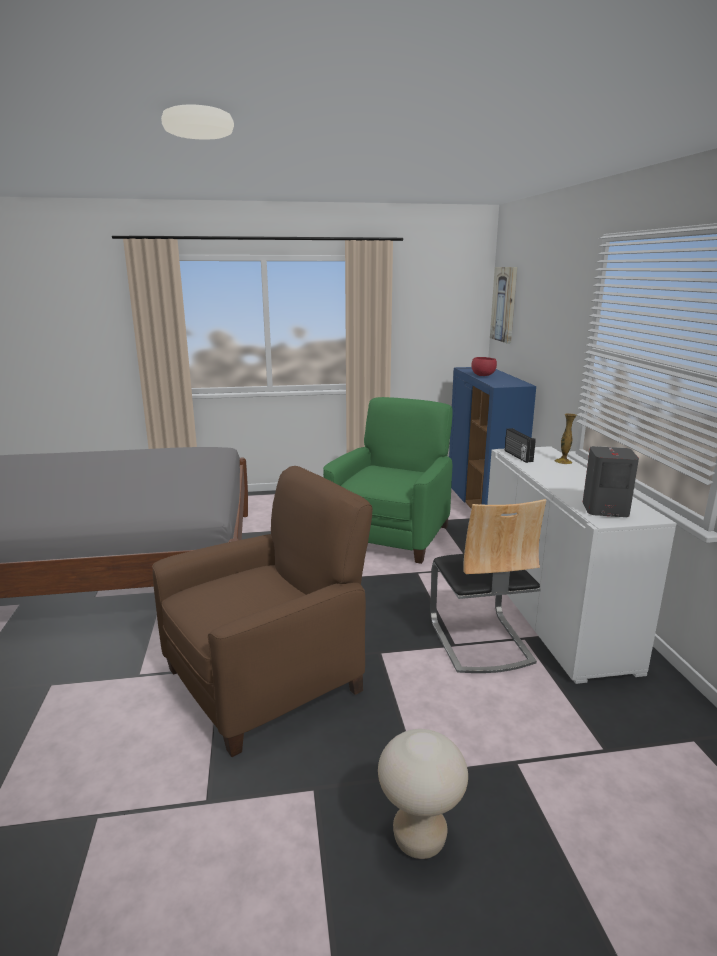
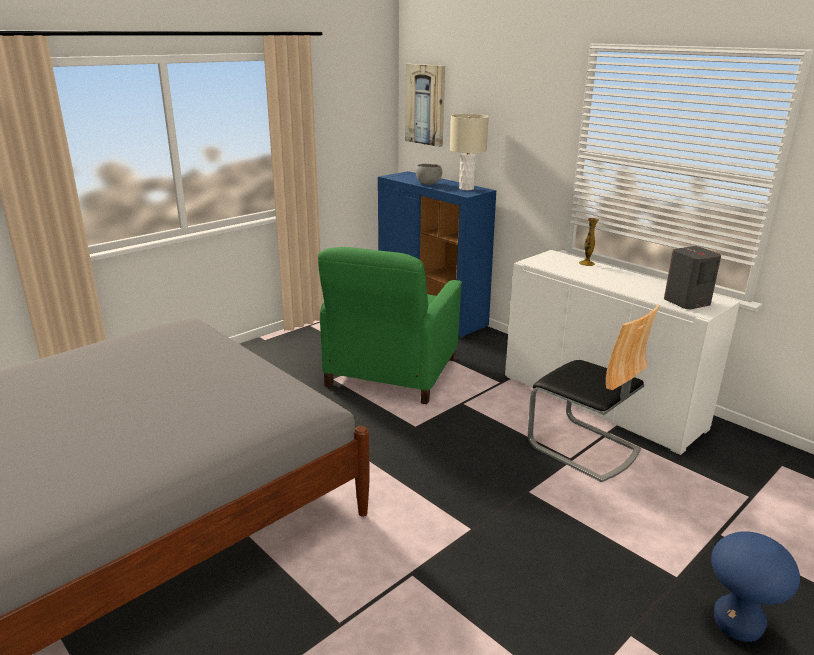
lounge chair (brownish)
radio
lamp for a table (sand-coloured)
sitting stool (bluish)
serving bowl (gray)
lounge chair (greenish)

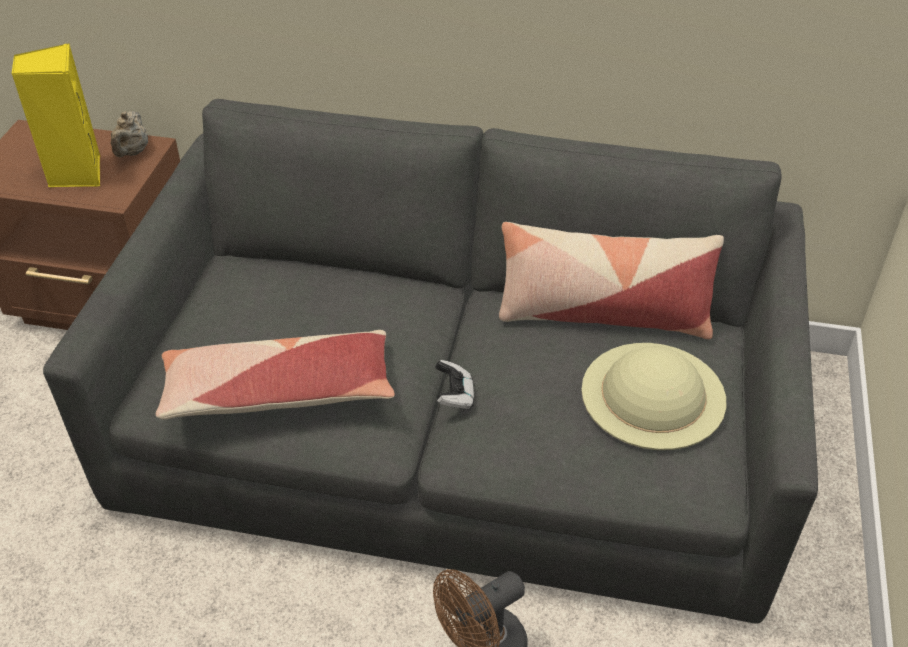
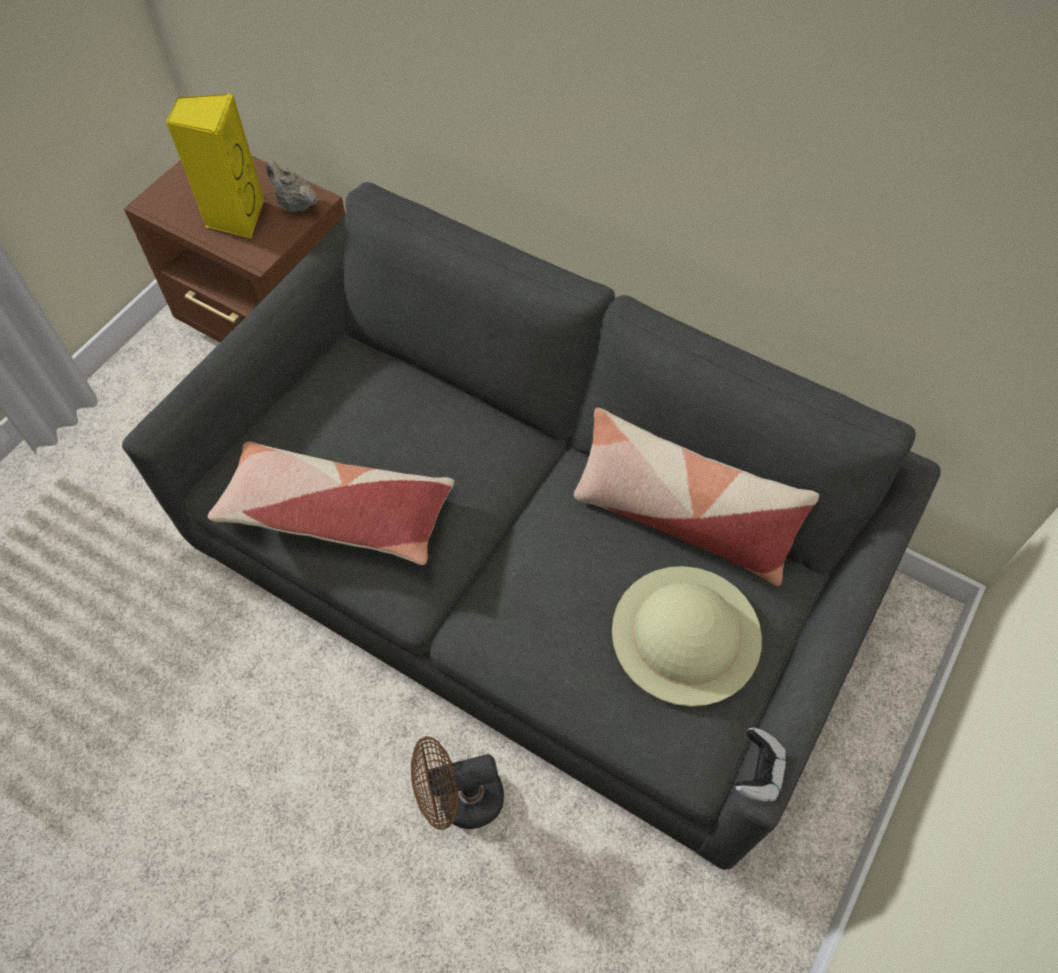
gamepad
tea pot (sand-coloured)

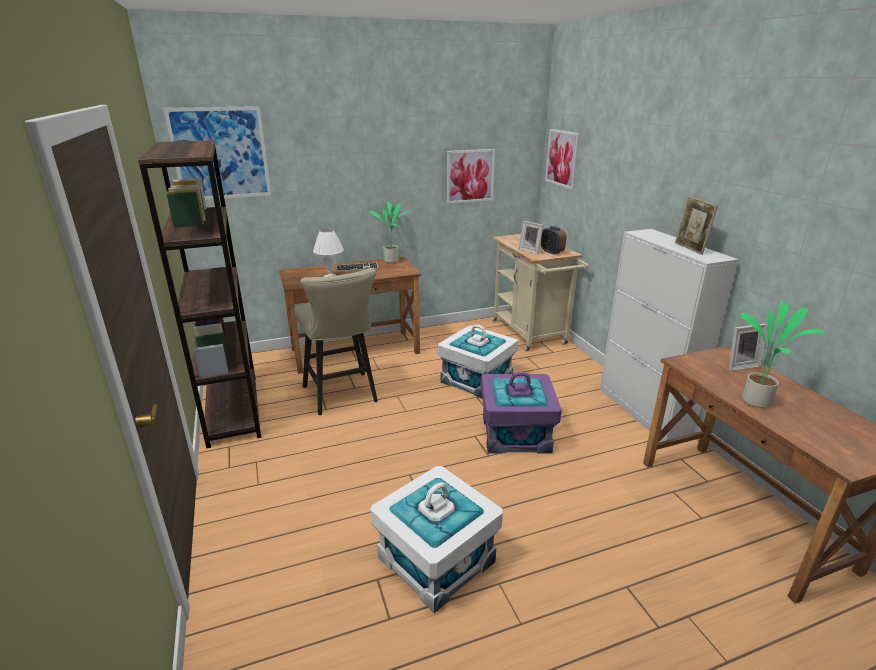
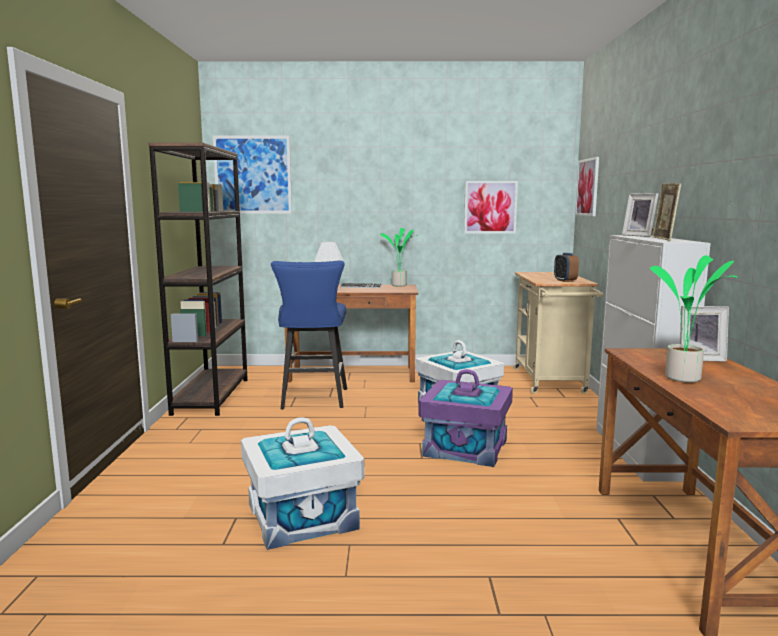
standing frame (no. 1 from left)
sitting stool (bluish)

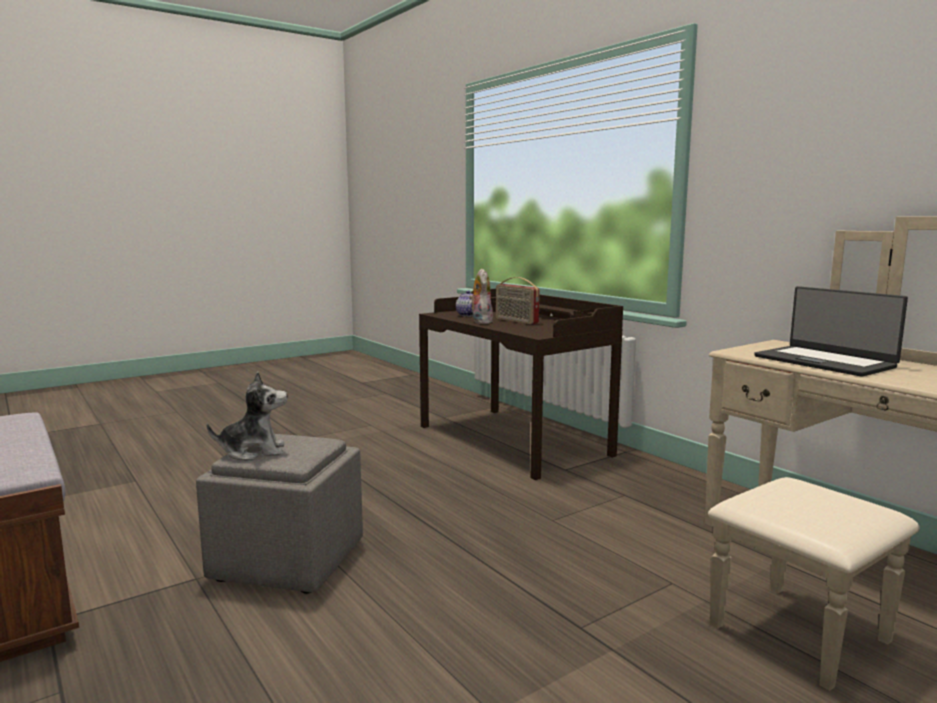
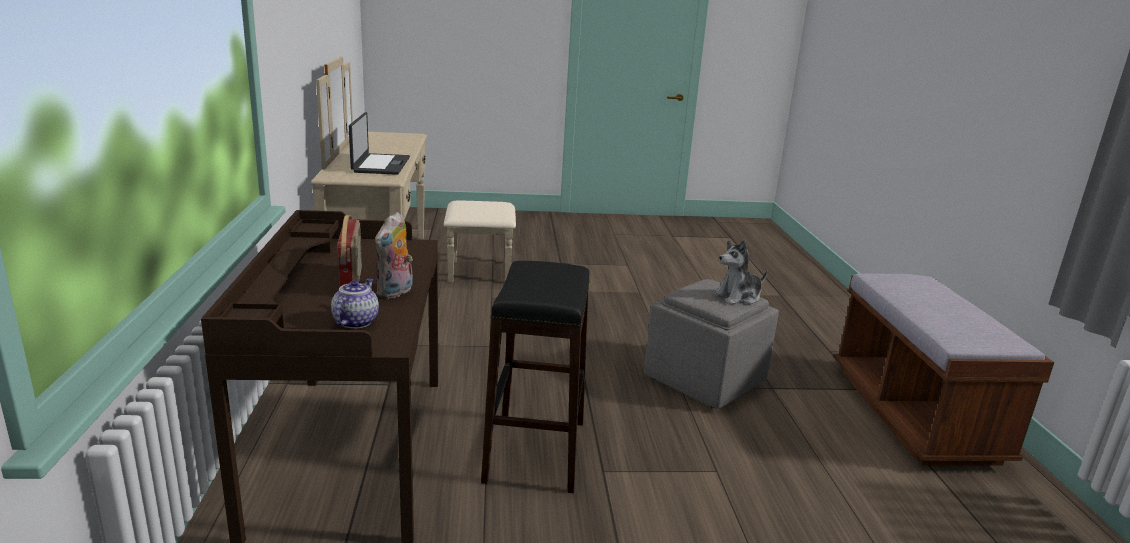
sitting stool (blackish)
cuddly toy (no. 2 from left)

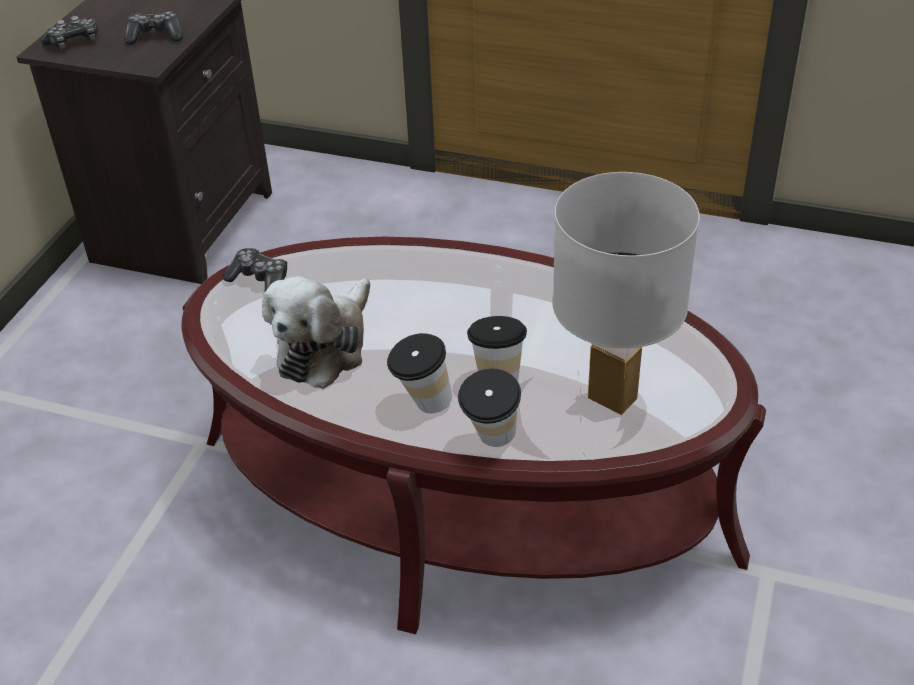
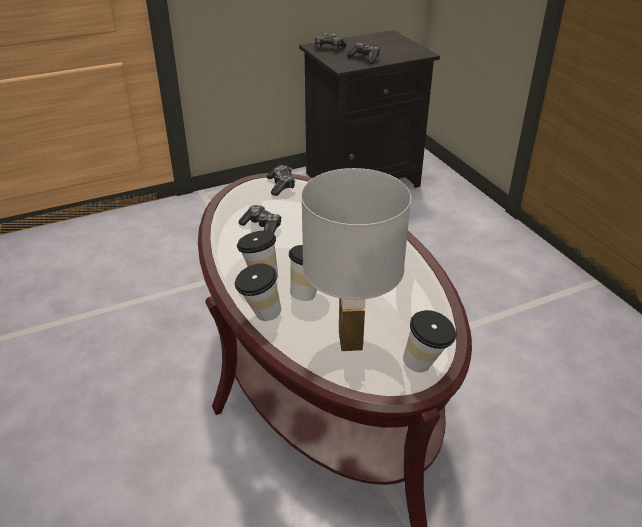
cup (no. 4 from left)
gamepad (no. 1 from left)

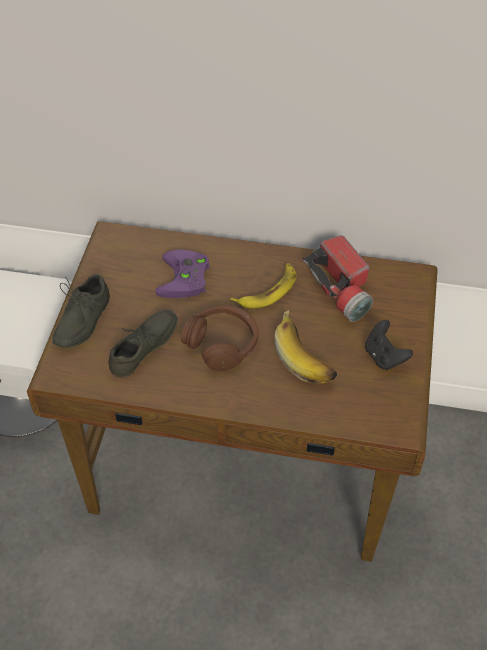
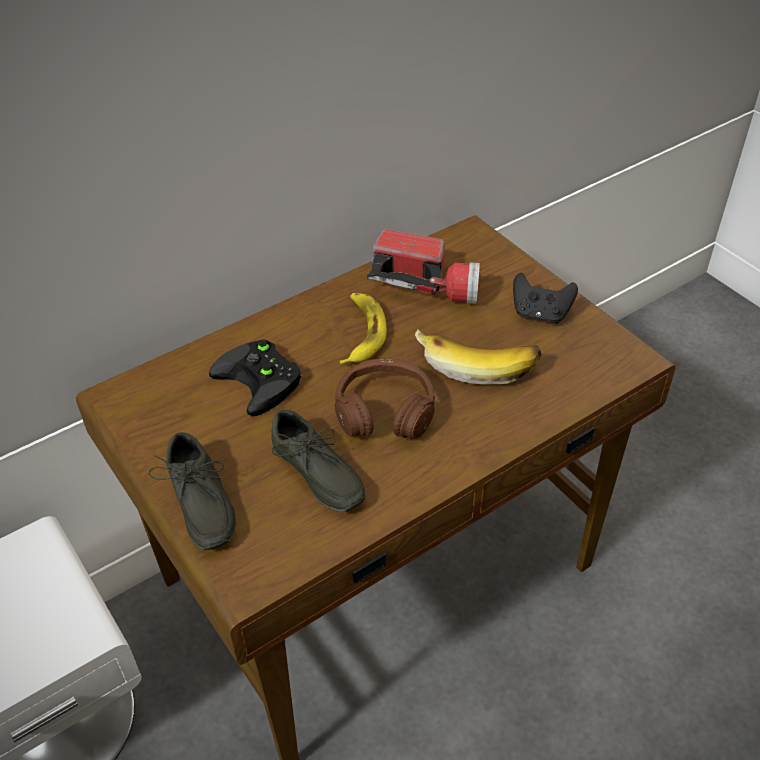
gamepad (blackish) (no. 1 from left)
item of footwear (gray) (no. 2 from left)

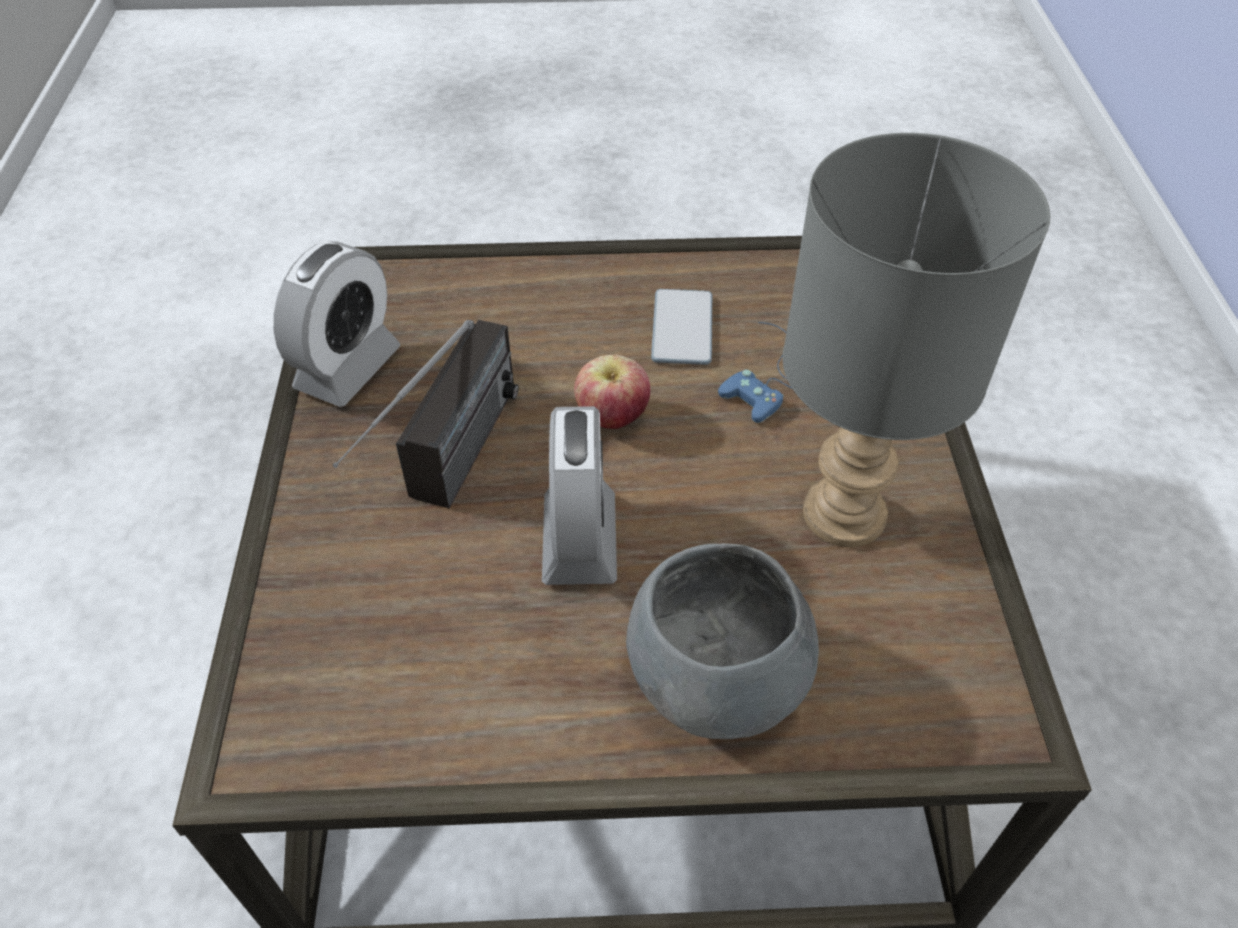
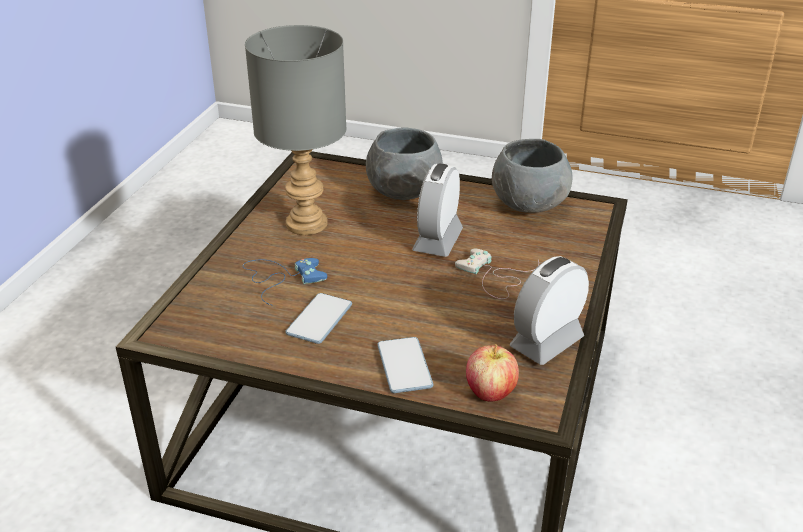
handset (no. 2 from left)
serving bowl (gray) (no. 2 from left)
apple fruit
gamepad (white)

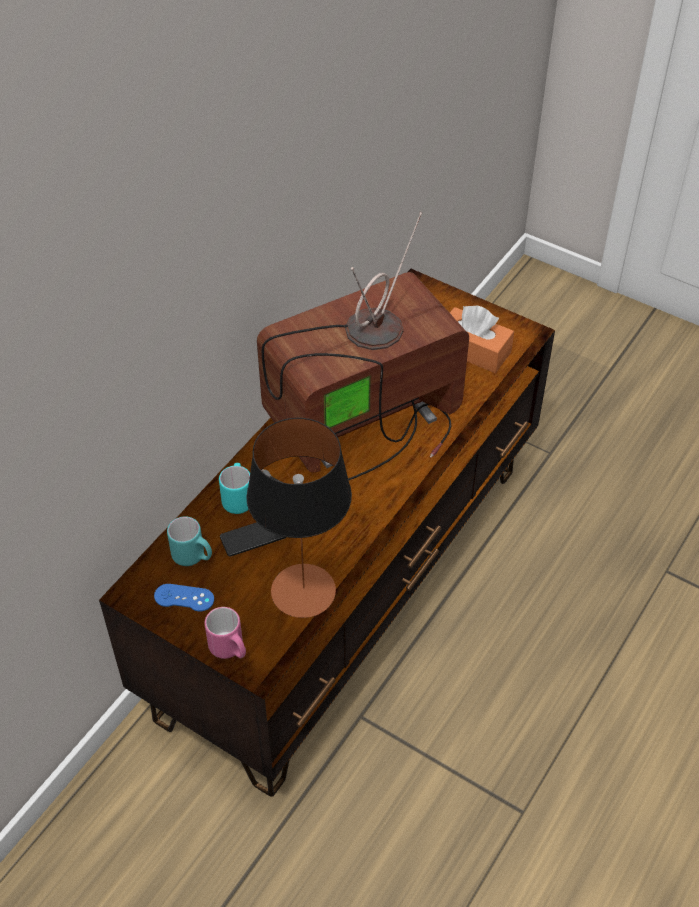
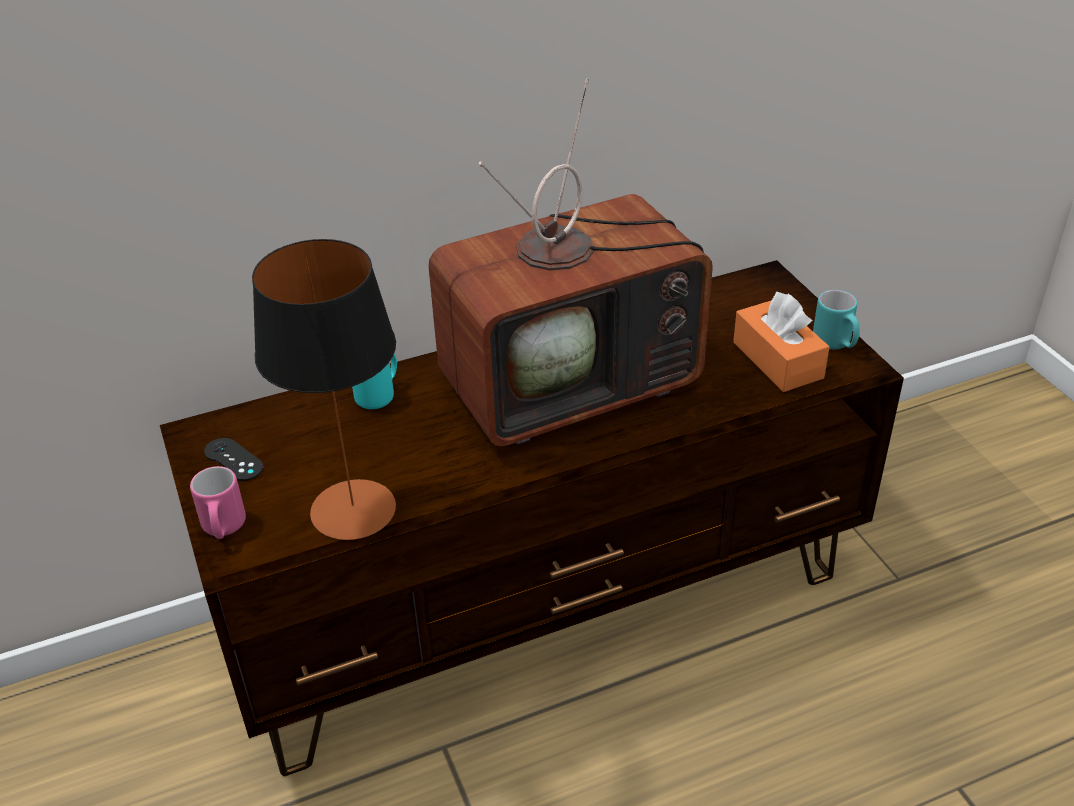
handset
tea mug (turquoise-coloured) (no. 2 from left)
gamepad (blackish)
TV set

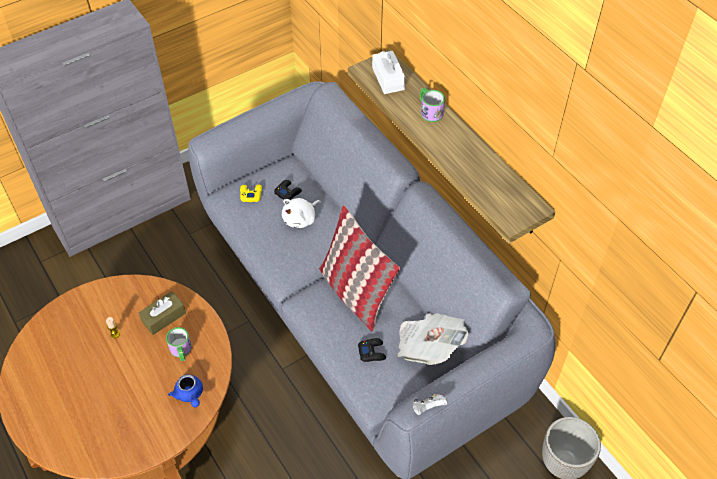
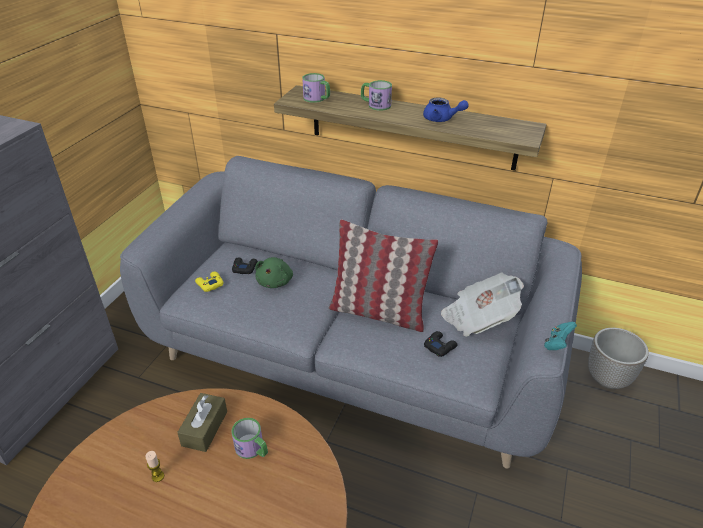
tea pot (bluish)
tea mug (no. 2 from left)
cuddly toy (greenish)
gamepad (turquoise-coloured)

